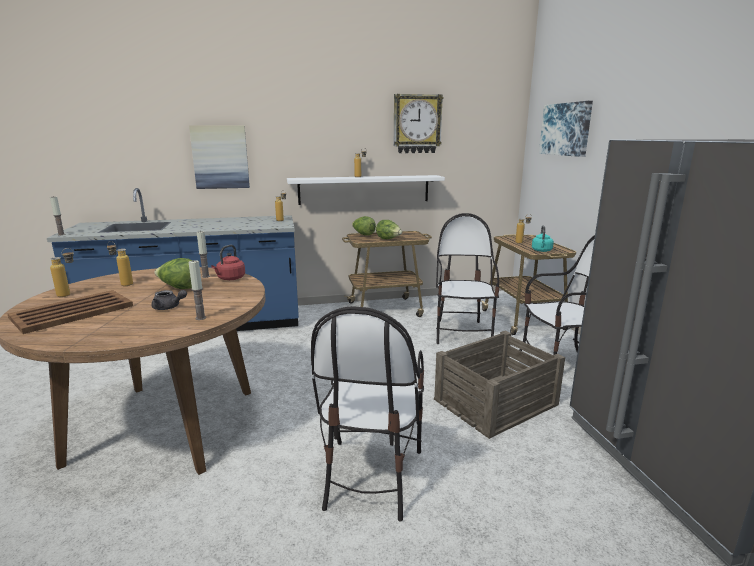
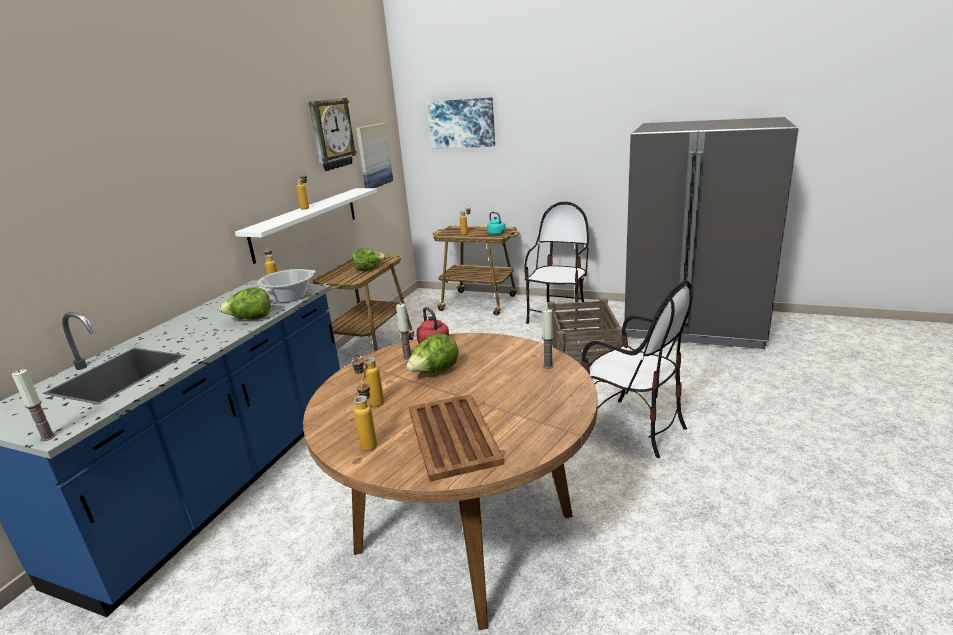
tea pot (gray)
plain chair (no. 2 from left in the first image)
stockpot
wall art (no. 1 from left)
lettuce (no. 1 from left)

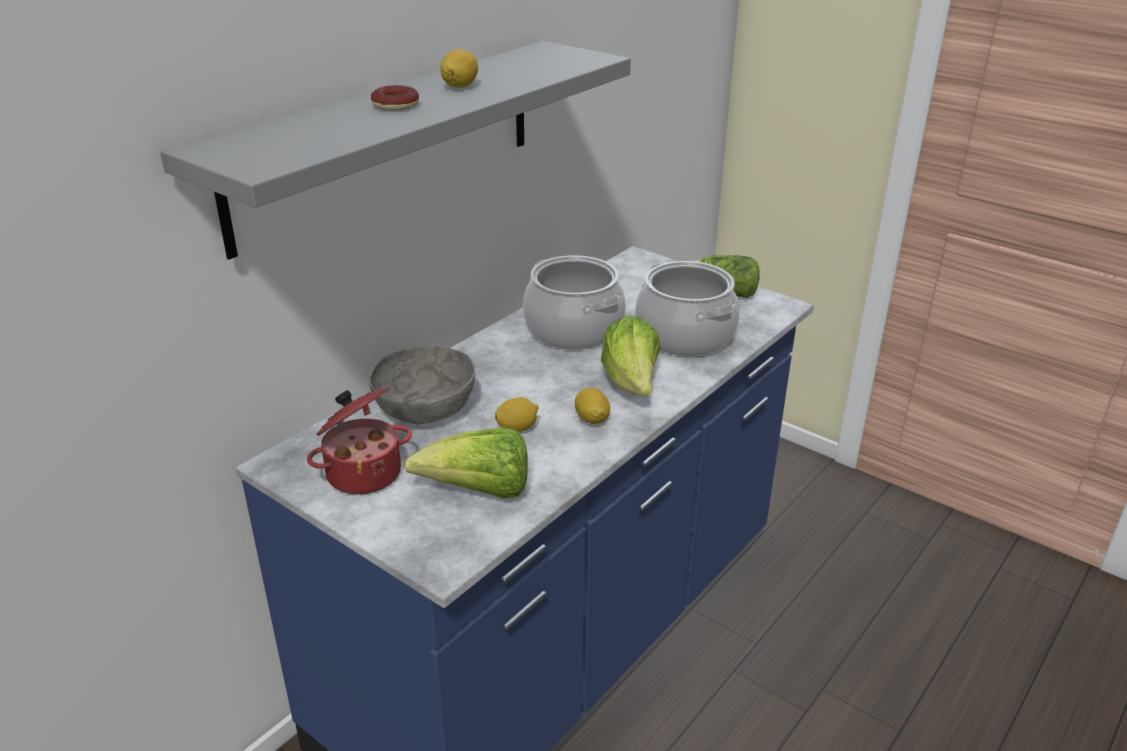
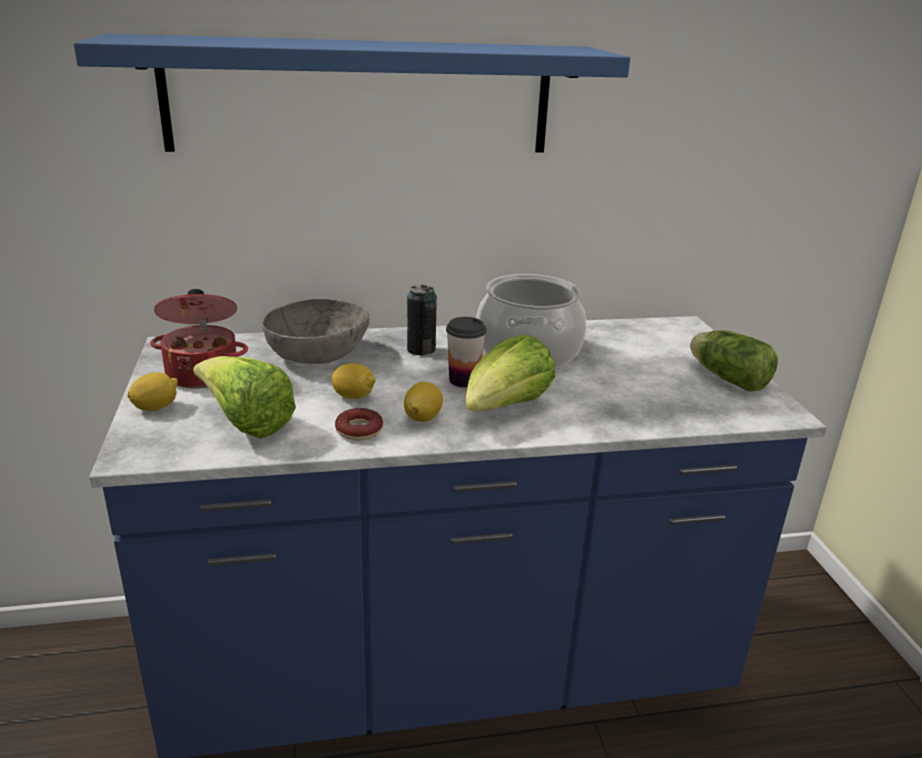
stockpot (no. 3 from left in the first image)
sealed can
cup
donut
lemon (no. 1 from left)
wall shelf (bluish)

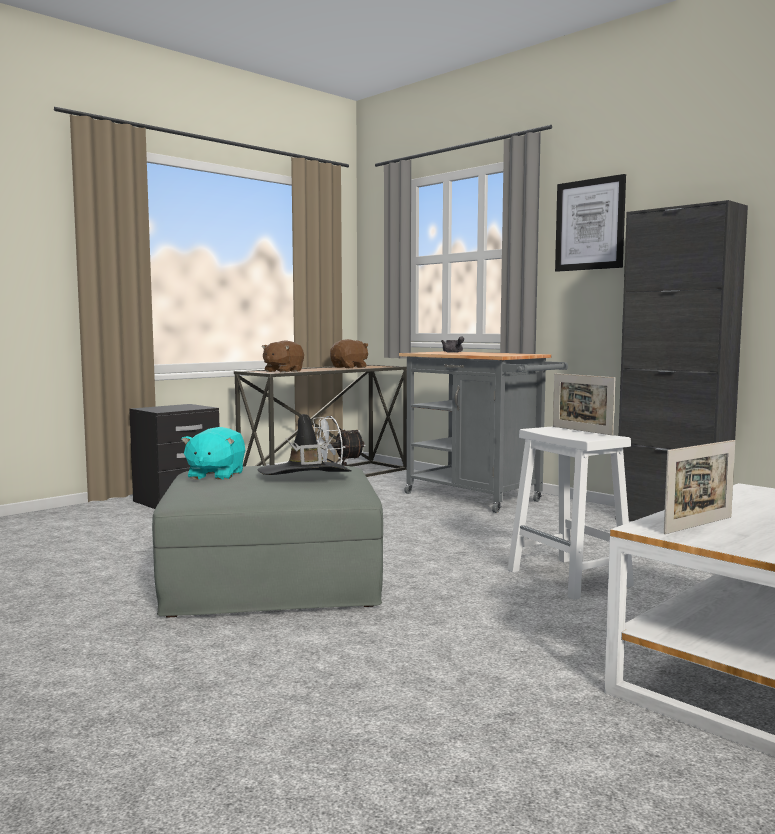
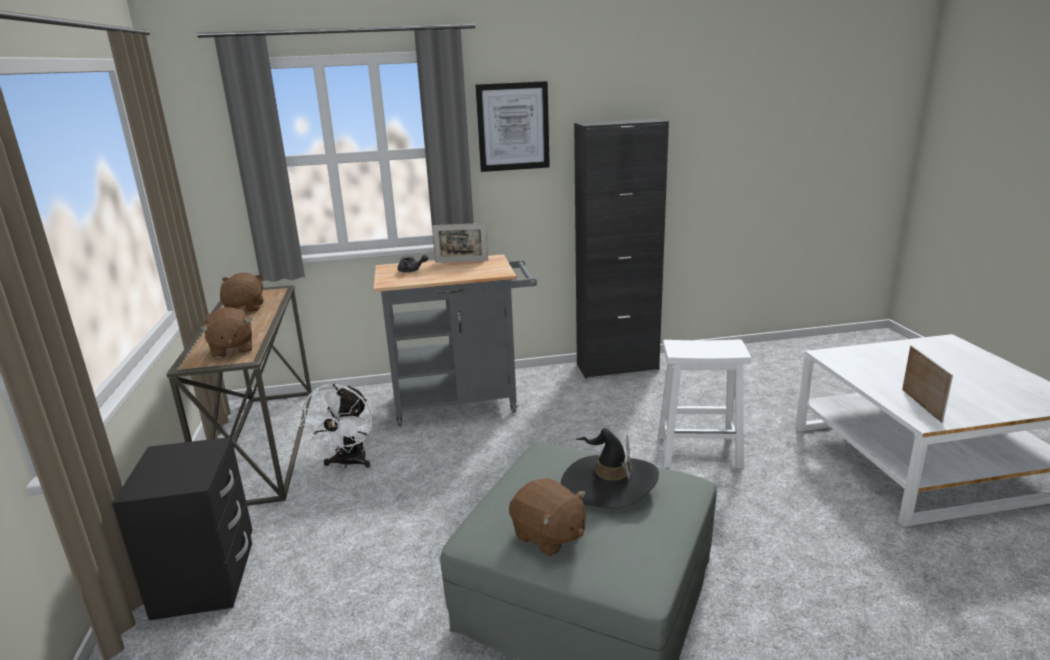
standing frame (no. 1 from left)
cuddly toy (brownish) (no. 3 from left)

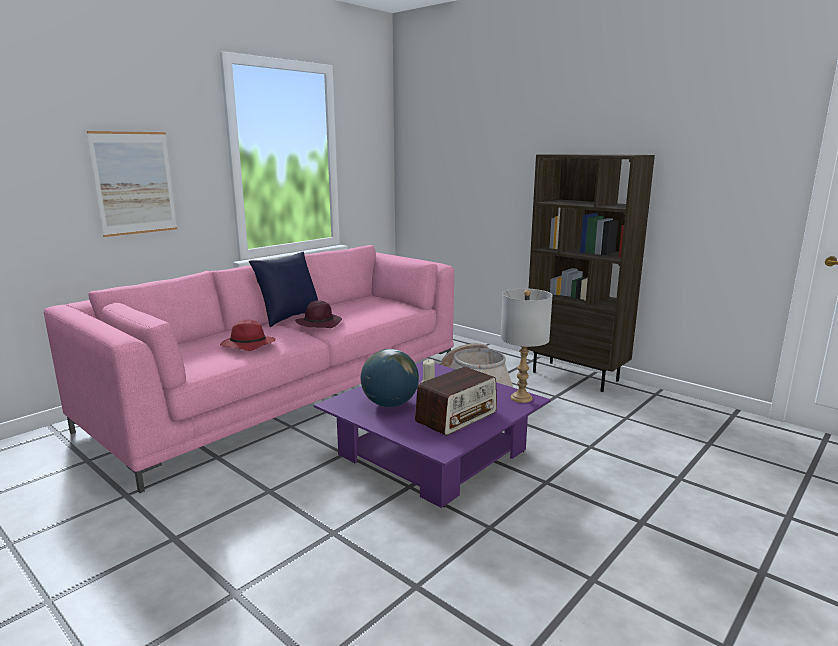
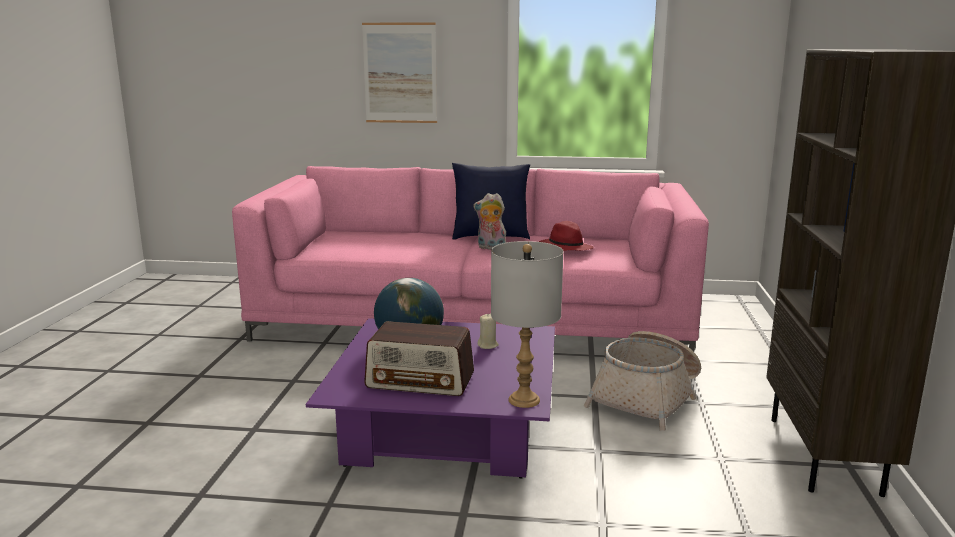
hat (reddish)
cuddly toy

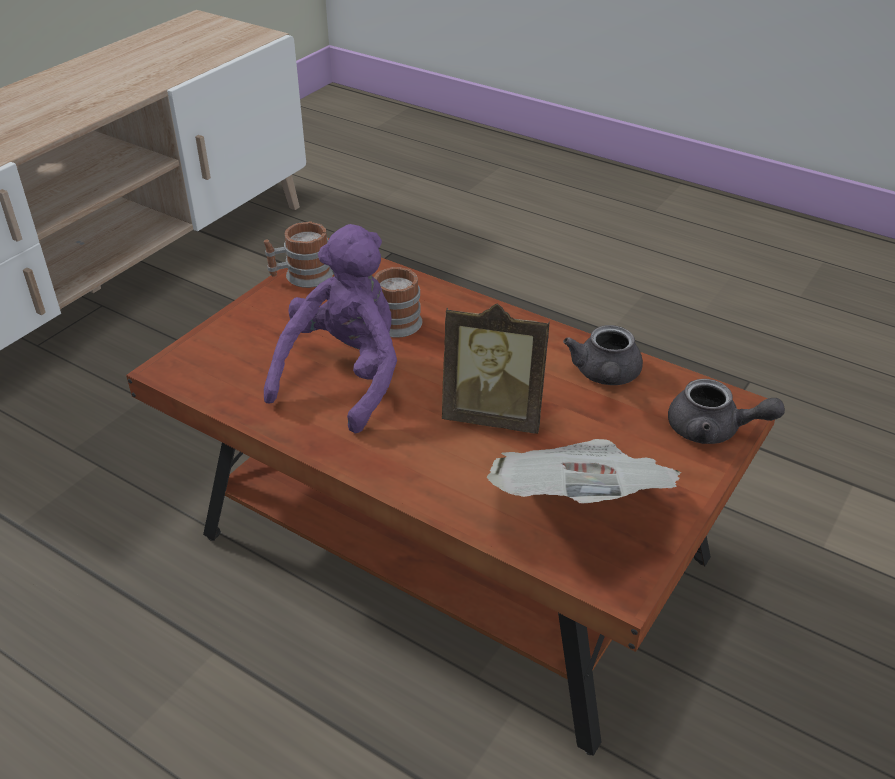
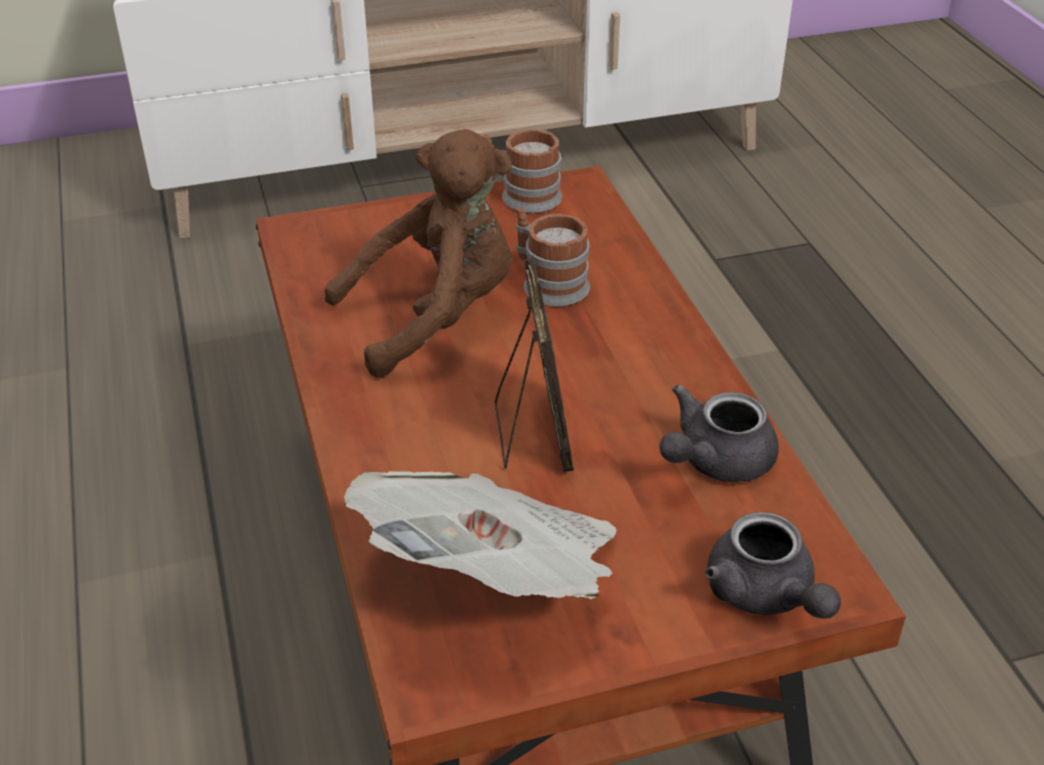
cuddly toy (brownish)
standing frame

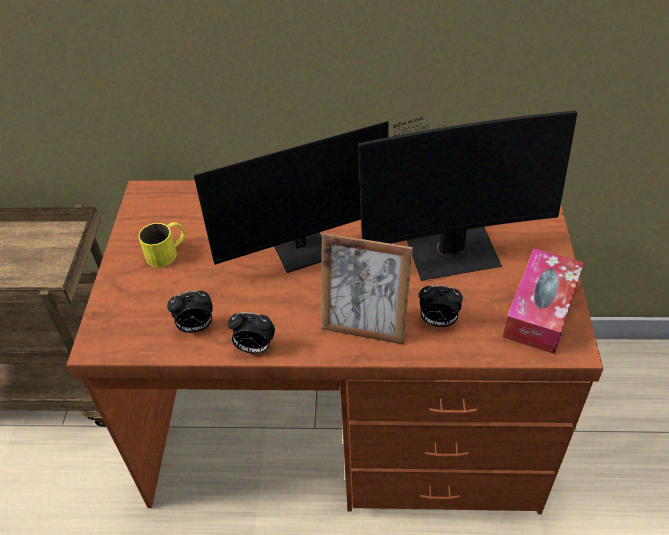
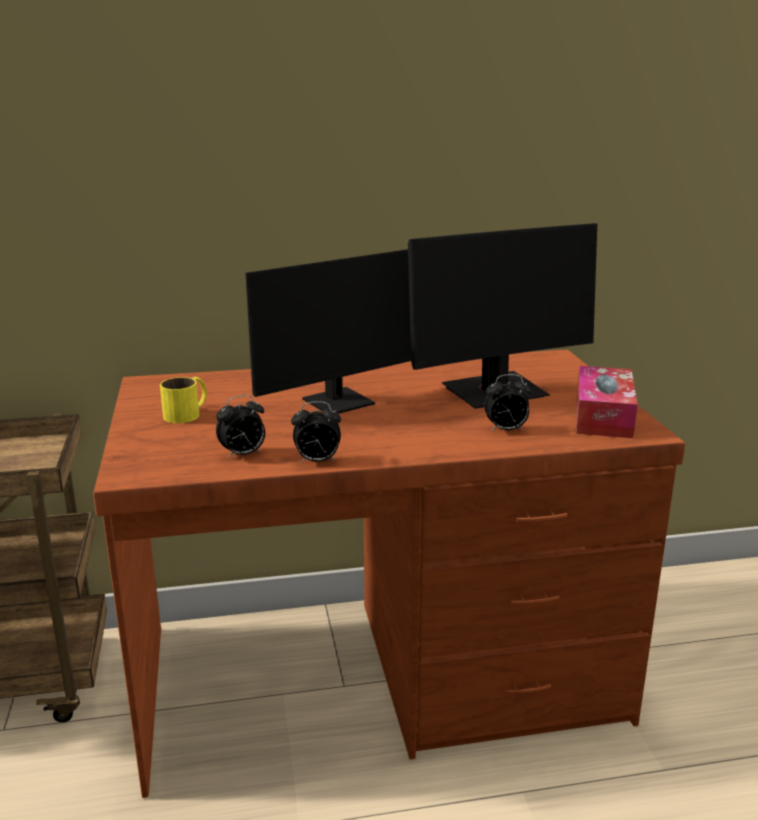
standing frame

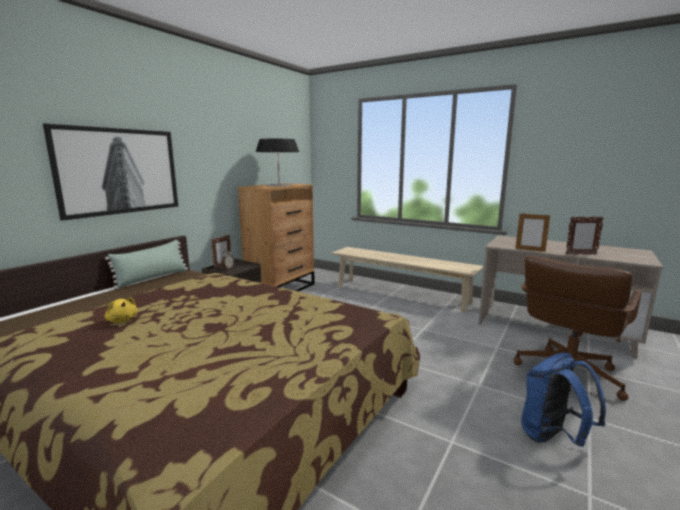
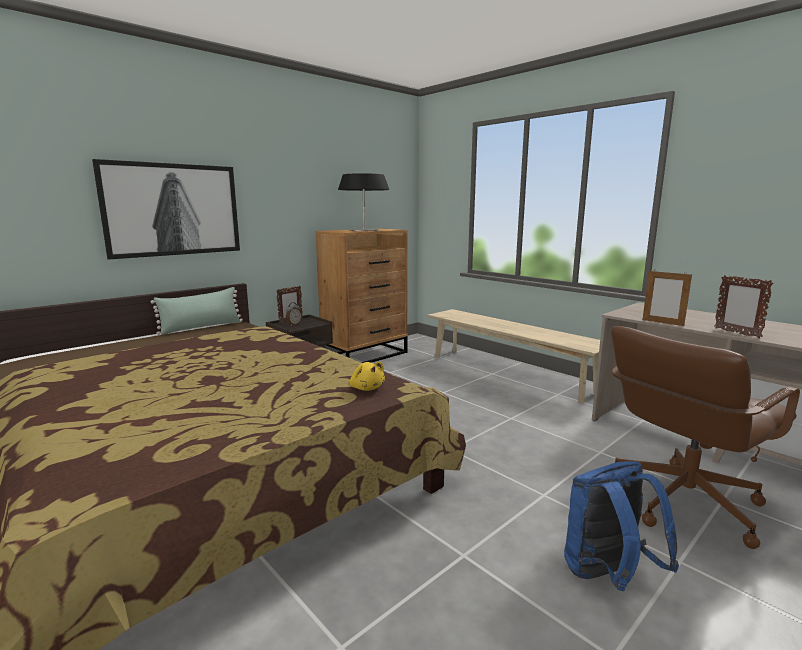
cuddly toy (yellow)
standing frame (no. 3 from left)

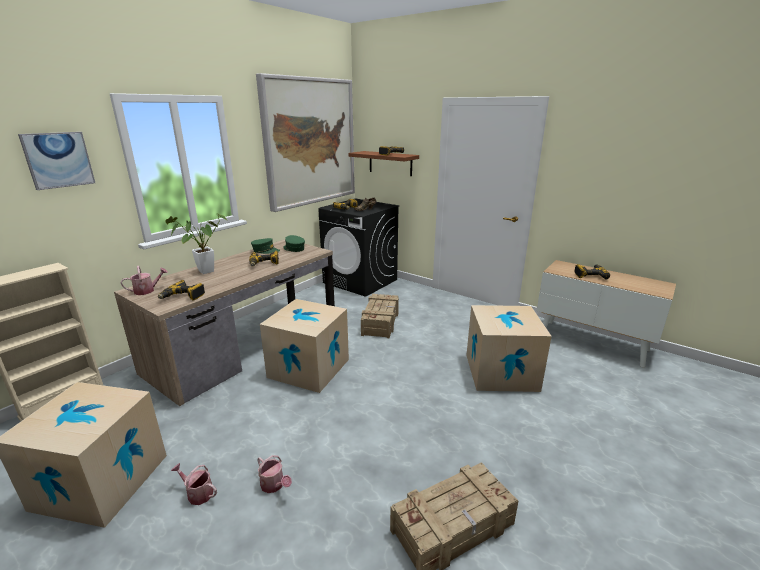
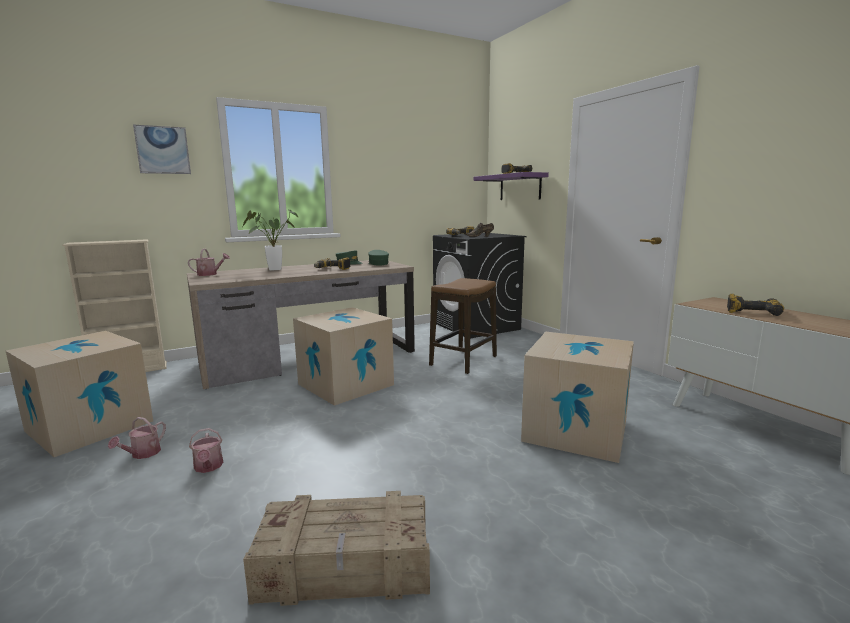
electric drill (no. 1 from left in the first image)
wall art (no. 2 from left in the first image)
sitting stool
wall shelf (purple)
watering can (no. 1 from left)

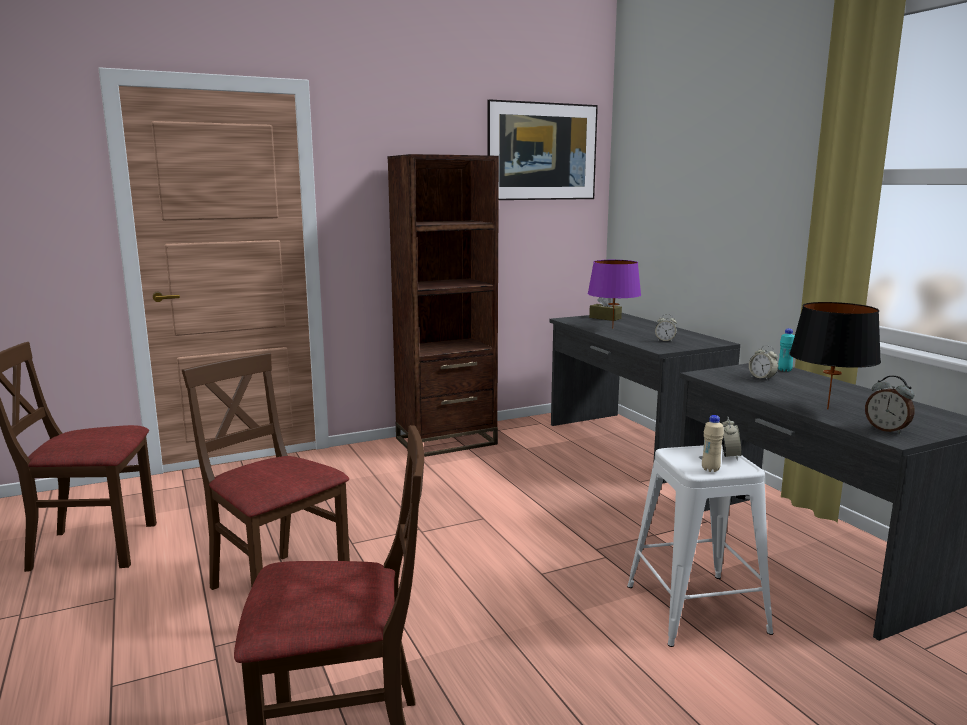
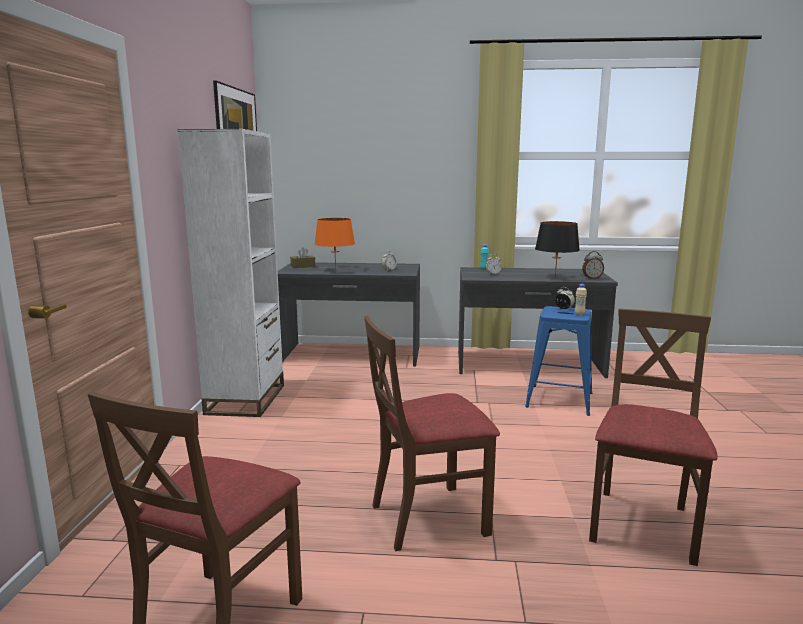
bookcase (white)
lamp for a table (orange)
sitting stool (bluish)

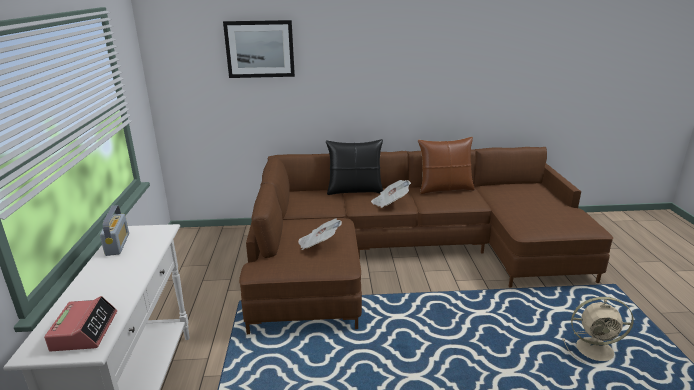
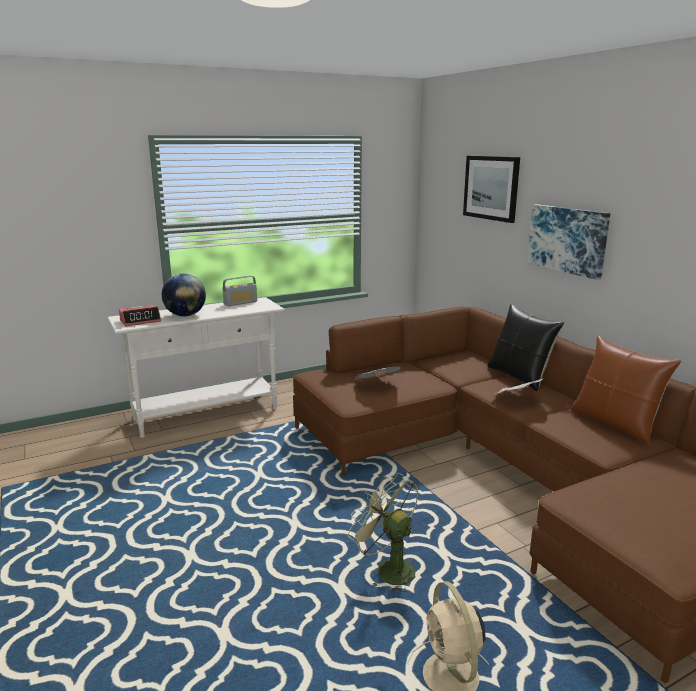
world globe
electric fan (greenish)
wall art (no. 2 from left)

